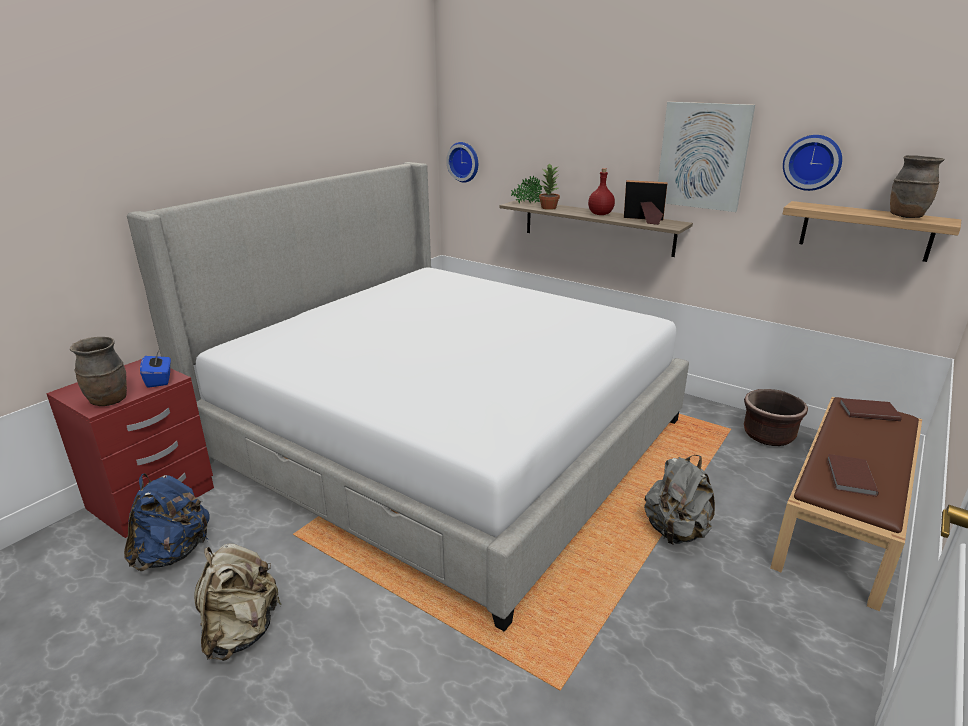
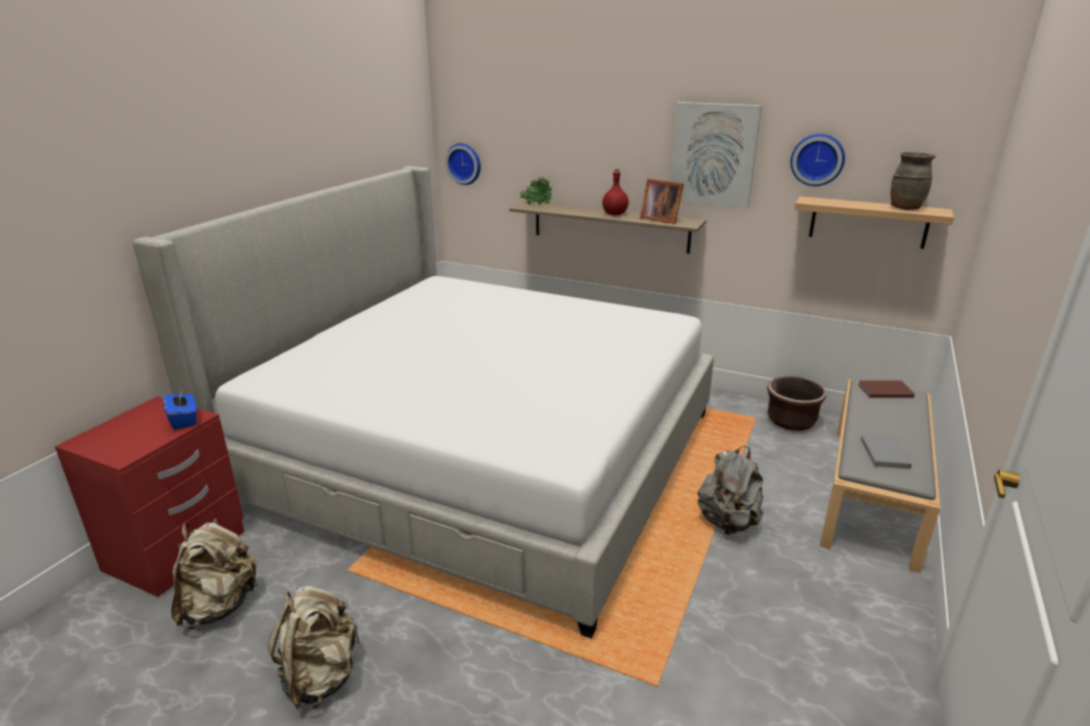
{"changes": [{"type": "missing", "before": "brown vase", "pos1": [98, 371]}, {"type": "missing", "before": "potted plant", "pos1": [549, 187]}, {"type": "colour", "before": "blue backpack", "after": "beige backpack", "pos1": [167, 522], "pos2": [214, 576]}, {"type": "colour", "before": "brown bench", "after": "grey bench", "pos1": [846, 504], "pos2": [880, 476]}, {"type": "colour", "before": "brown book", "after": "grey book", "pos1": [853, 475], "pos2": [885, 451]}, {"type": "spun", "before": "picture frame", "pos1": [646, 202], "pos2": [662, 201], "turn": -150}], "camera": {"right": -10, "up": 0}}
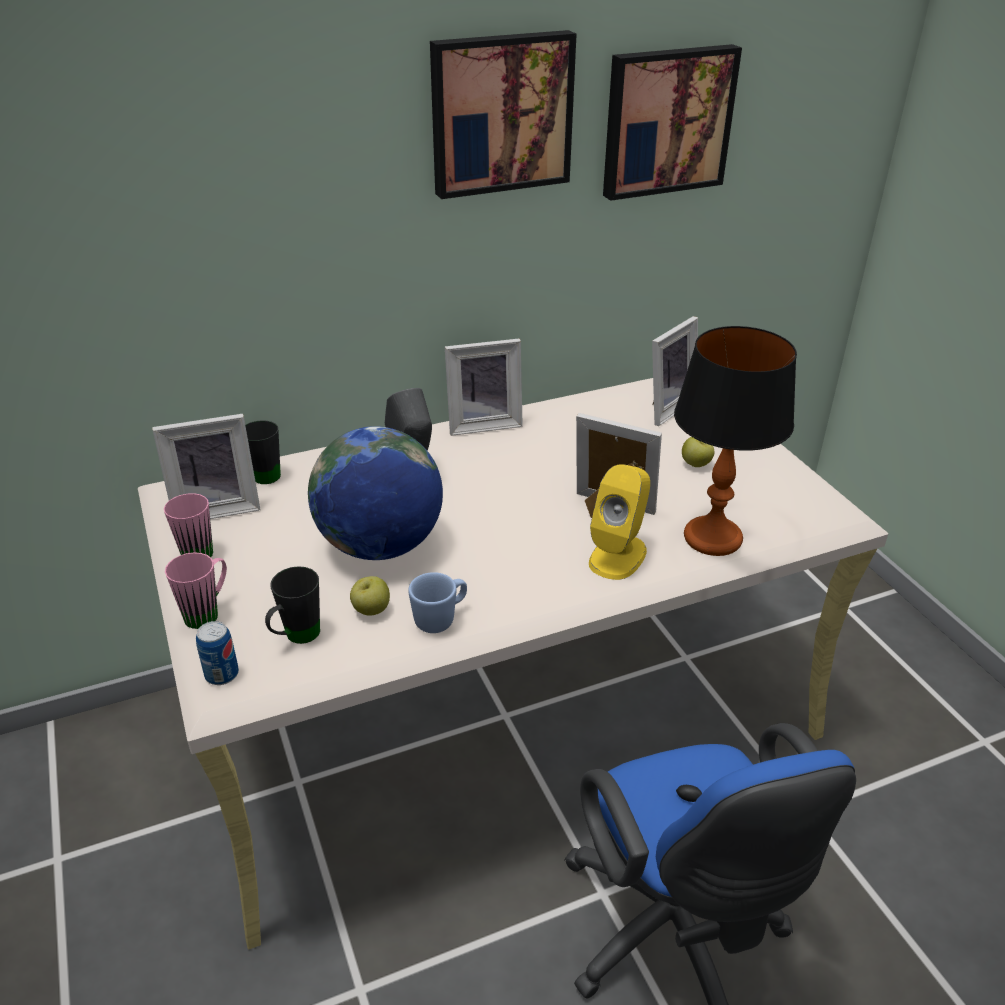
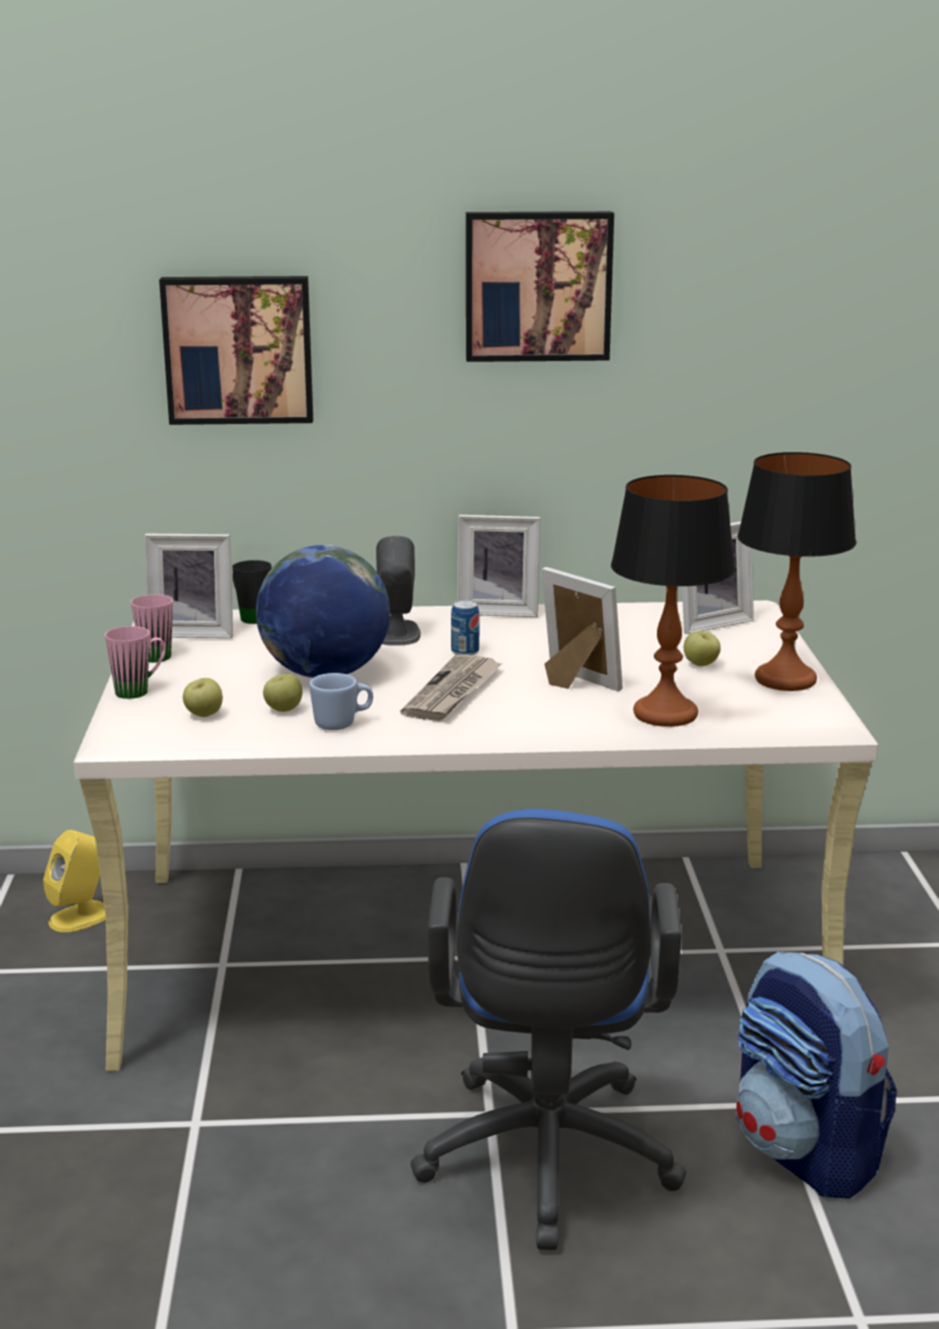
{"changes": [{"type": "appeared", "after": "newspaper", "pos2": [451, 688]}, {"type": "appeared", "after": "backpack", "pos2": [816, 1075]}, {"type": "appeared", "after": "table lamp", "pos2": [796, 571]}, {"type": "relocated", "before": "can", "pos1": [217, 653], "pos2": [465, 627]}, {"type": "relocated", "before": "yellow speaker", "pos1": [619, 522], "pos2": [74, 881]}, {"type": "relocated", "before": "picture", "pos1": [672, 122], "pos2": [236, 350]}, {"type": "exchanged", "before": "black mug", "after": "apple", "pos1": [292, 605], "pos2": [203, 697]}], "camera": {"right": 20, "up": -15}}
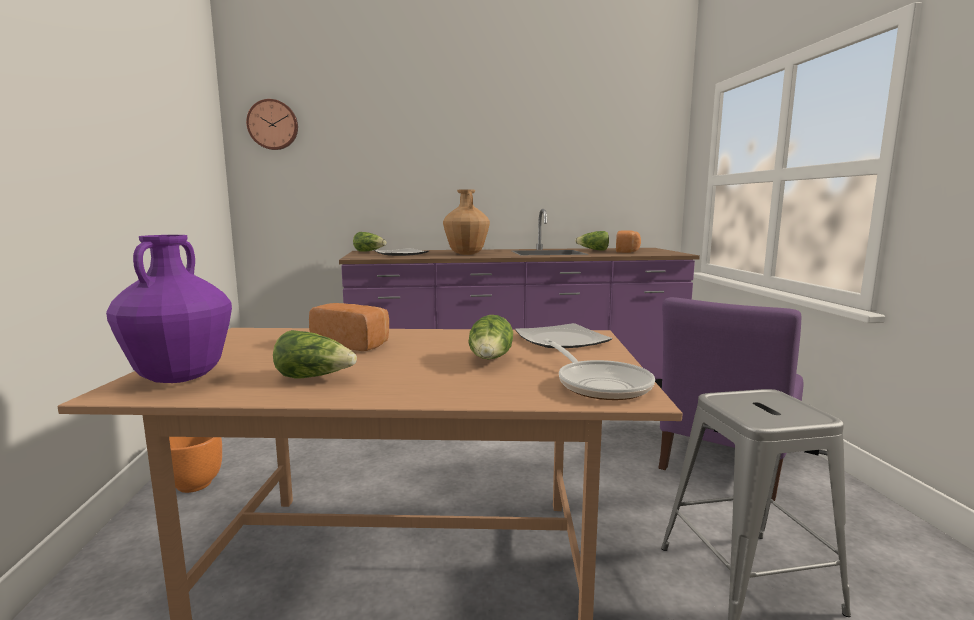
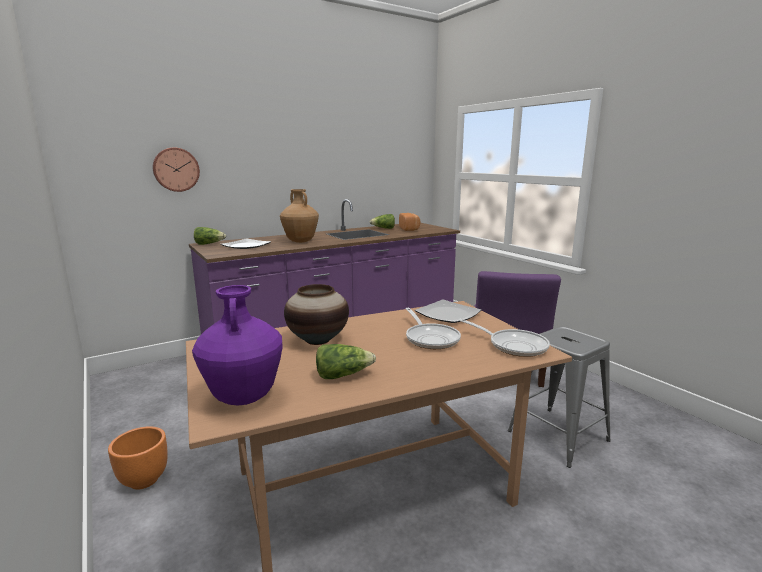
{"changes": [{"type": "relocated", "before": "wall clock", "pos1": [272, 124], "pos2": [176, 170]}, {"type": "exchanged", "before": "bread", "after": "vase", "pos1": [349, 327], "pos2": [316, 314]}, {"type": "exchanged", "before": "lettuce", "after": "frying pan", "pos1": [490, 337], "pos2": [433, 328]}], "camera": {"right": -25, "up": 5}}
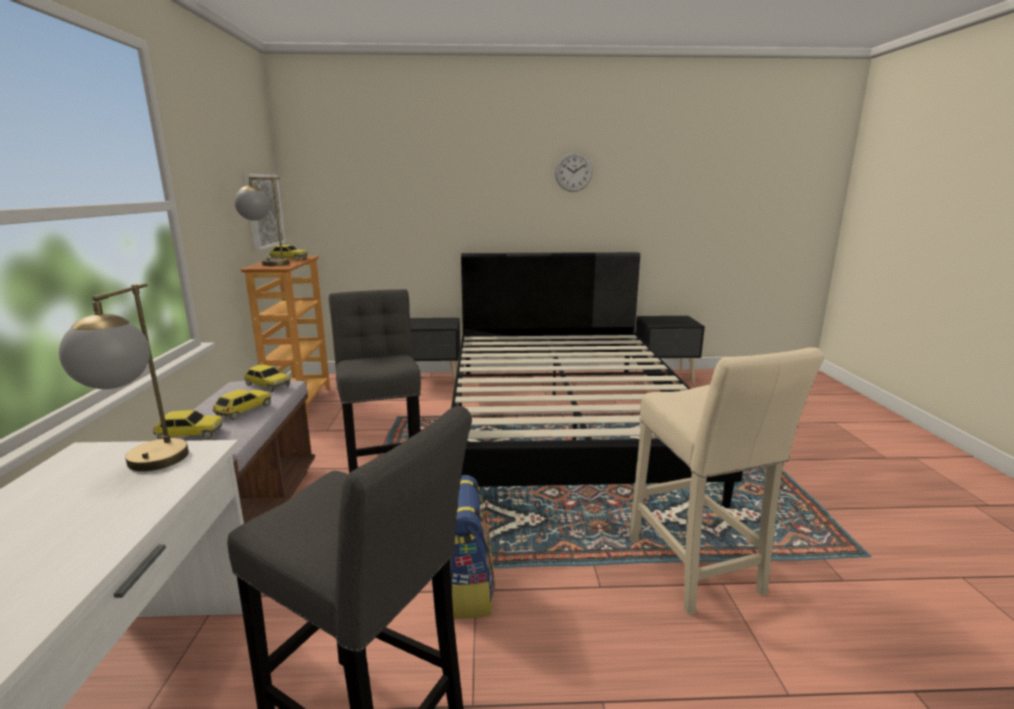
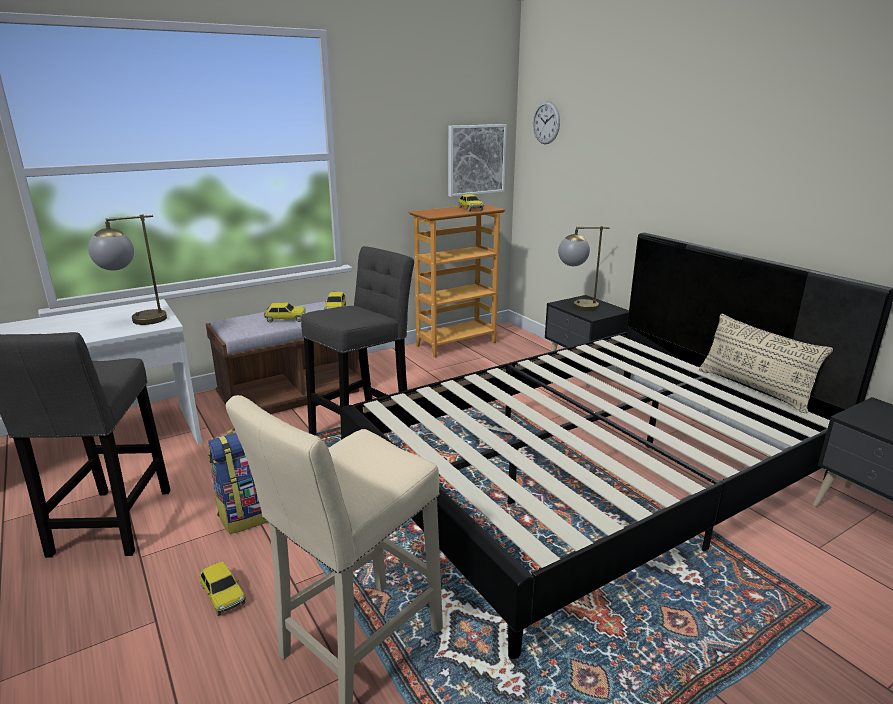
{"changes": [{"type": "appeared", "after": "beige pillow", "pos2": [766, 363]}, {"type": "relocated", "before": "toy car", "pos1": [188, 424], "pos2": [222, 589]}, {"type": "relocated", "before": "table lamp", "pos1": [262, 221], "pos2": [584, 268]}, {"type": "relocated", "before": "wall clock", "pos1": [574, 172], "pos2": [546, 122]}], "camera": {"right": 60, "up": 5}}
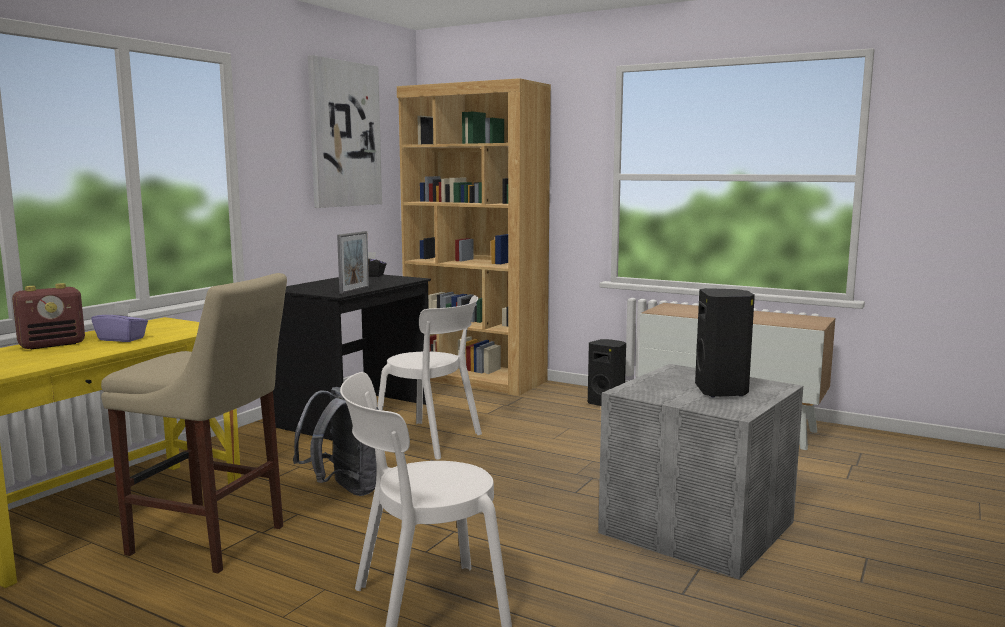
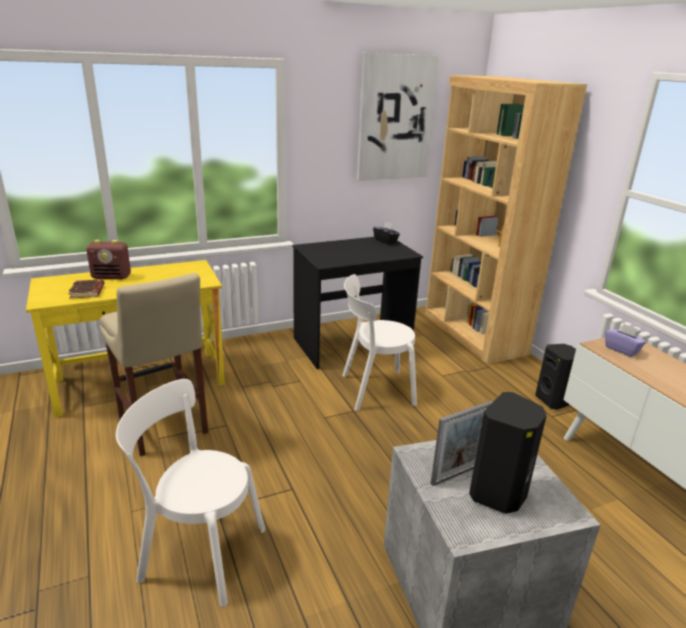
{"changes": [{"type": "missing", "before": "grey backpack", "pos1": [336, 441]}, {"type": "appeared", "after": "brown book", "pos2": [86, 289]}, {"type": "relocated", "before": "purple tissue box", "pos1": [119, 323], "pos2": [625, 340]}, {"type": "relocated", "before": "picture frame", "pos1": [353, 262], "pos2": [462, 443]}, {"type": "spun", "before": "white chair", "pos1": [429, 377], "pos2": [379, 342], "turn": 105}], "camera": {"right": 35, "up": 15}}
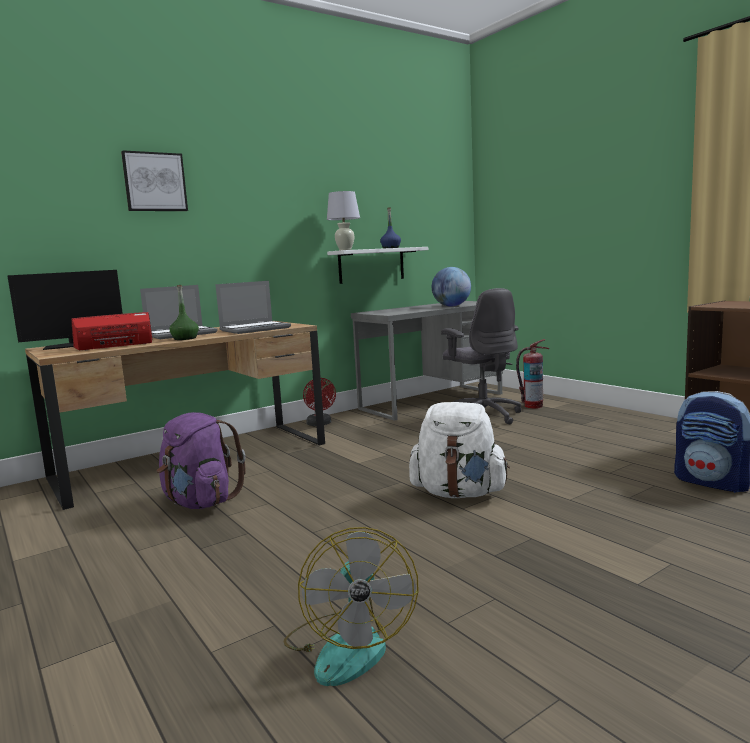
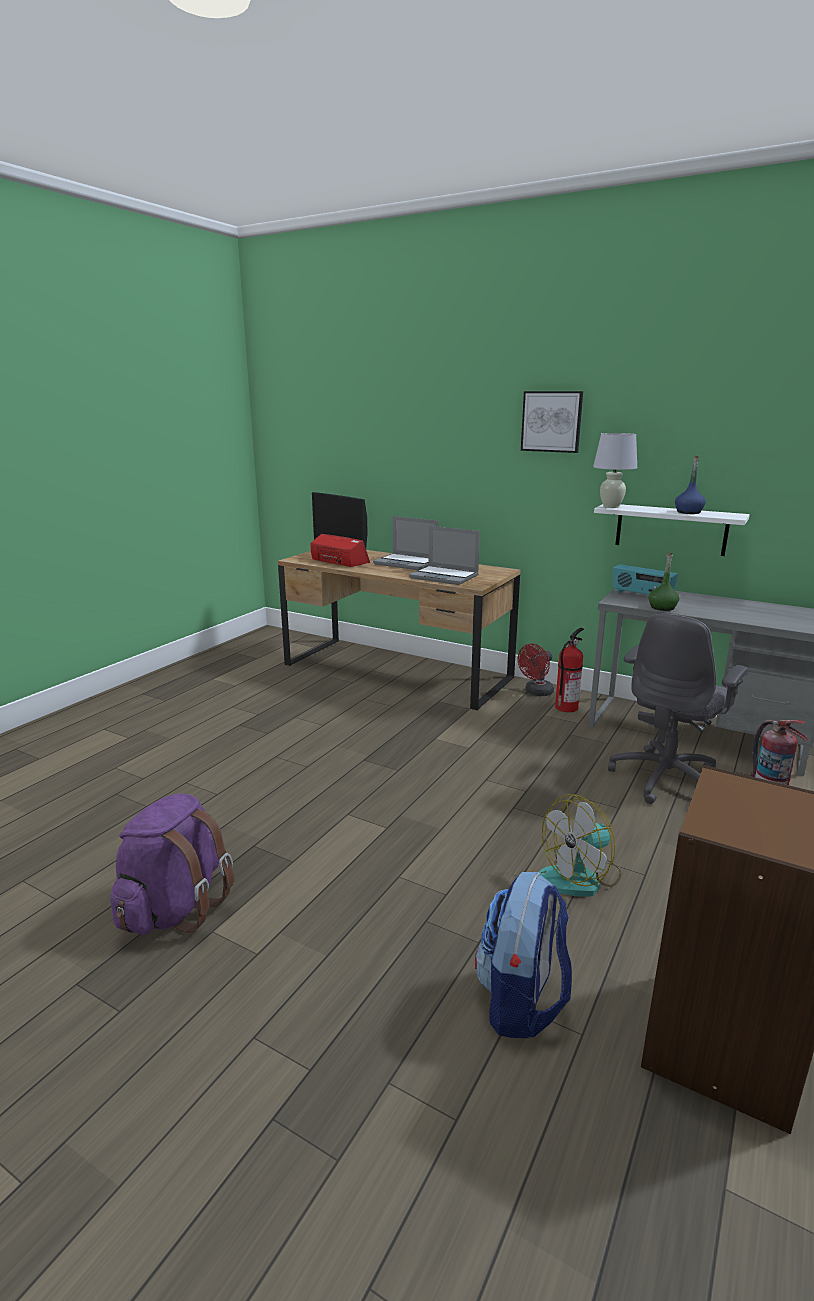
{"changes": [{"type": "missing", "before": "white backpack", "pos1": [459, 450]}, {"type": "missing", "before": "globe", "pos1": [451, 286]}, {"type": "appeared", "after": "fire extinguisher", "pos2": [569, 670]}, {"type": "appeared", "after": "radio", "pos2": [645, 579]}, {"type": "relocated", "before": "picture", "pos1": [154, 180], "pos2": [552, 422]}, {"type": "relocated", "before": "purple backpack", "pos1": [201, 460], "pos2": [172, 864]}, {"type": "relocated", "before": "green bottle", "pos1": [184, 312], "pos2": [664, 582]}, {"type": "relocated", "before": "fan", "pos1": [351, 606], "pos2": [580, 846]}], "camera": {"right": 65, "up": 10}}
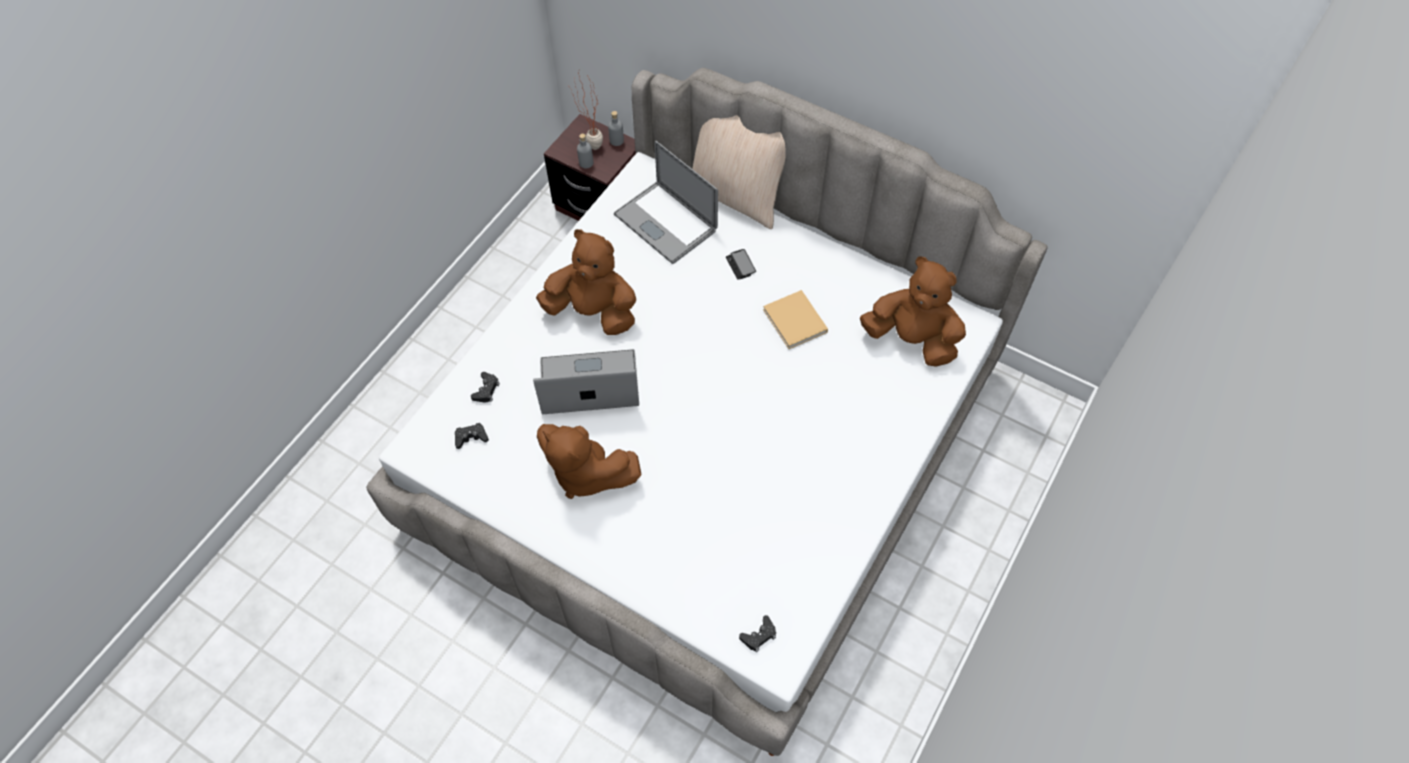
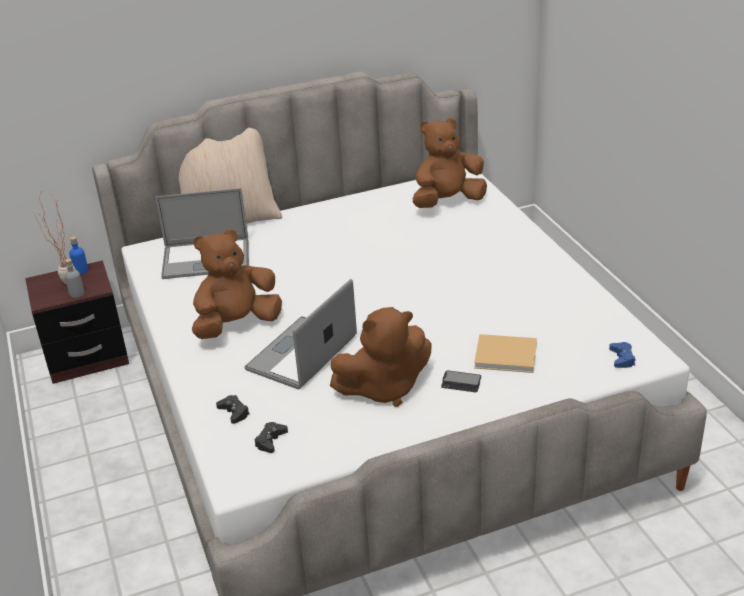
{"changes": [{"type": "relocated", "before": "phone", "pos1": [741, 264], "pos2": [461, 381]}, {"type": "relocated", "before": "beige book", "pos1": [795, 319], "pos2": [505, 353]}, {"type": "colour", "before": "grey bottle", "after": "blue bottle", "pos1": [616, 128], "pos2": [78, 255]}, {"type": "colour", "before": "black game controller", "after": "blue game controller", "pos1": [757, 633], "pos2": [622, 355]}], "camera": {"right": -50, "up": -25}}
